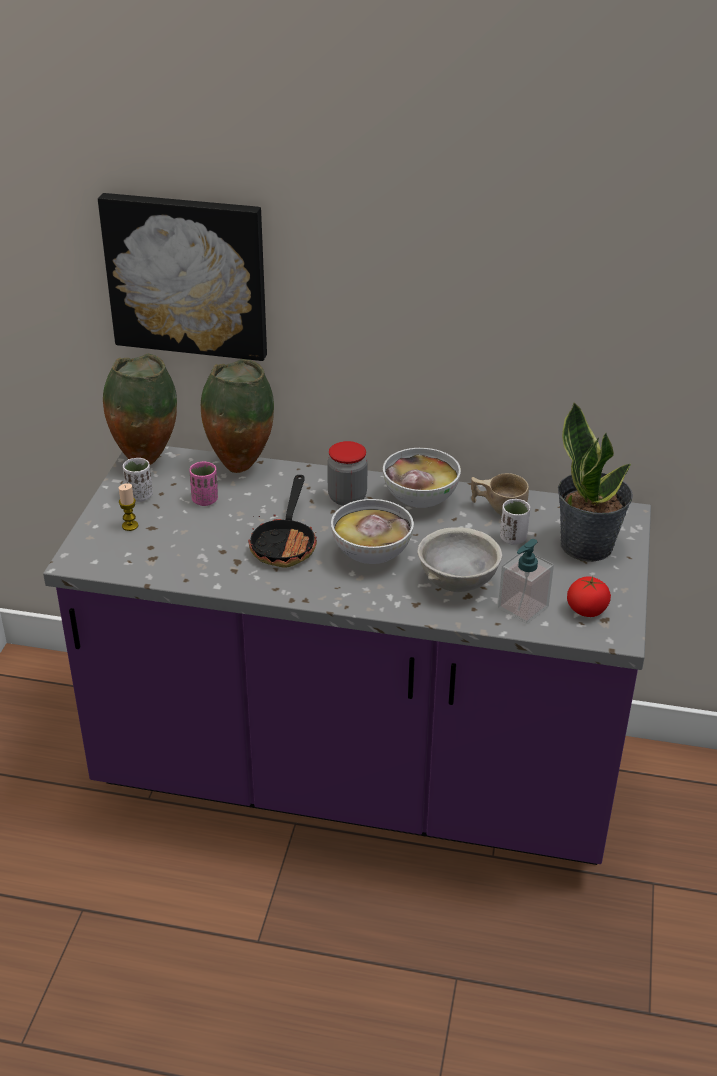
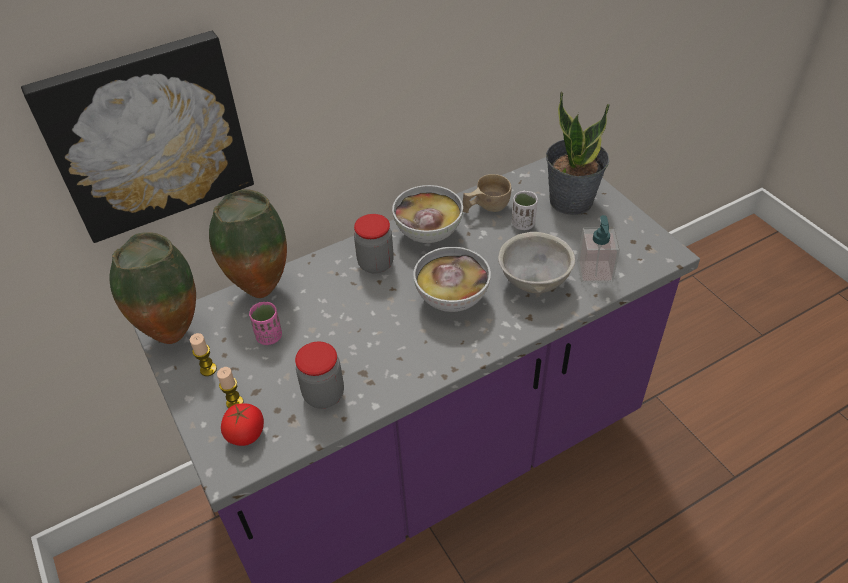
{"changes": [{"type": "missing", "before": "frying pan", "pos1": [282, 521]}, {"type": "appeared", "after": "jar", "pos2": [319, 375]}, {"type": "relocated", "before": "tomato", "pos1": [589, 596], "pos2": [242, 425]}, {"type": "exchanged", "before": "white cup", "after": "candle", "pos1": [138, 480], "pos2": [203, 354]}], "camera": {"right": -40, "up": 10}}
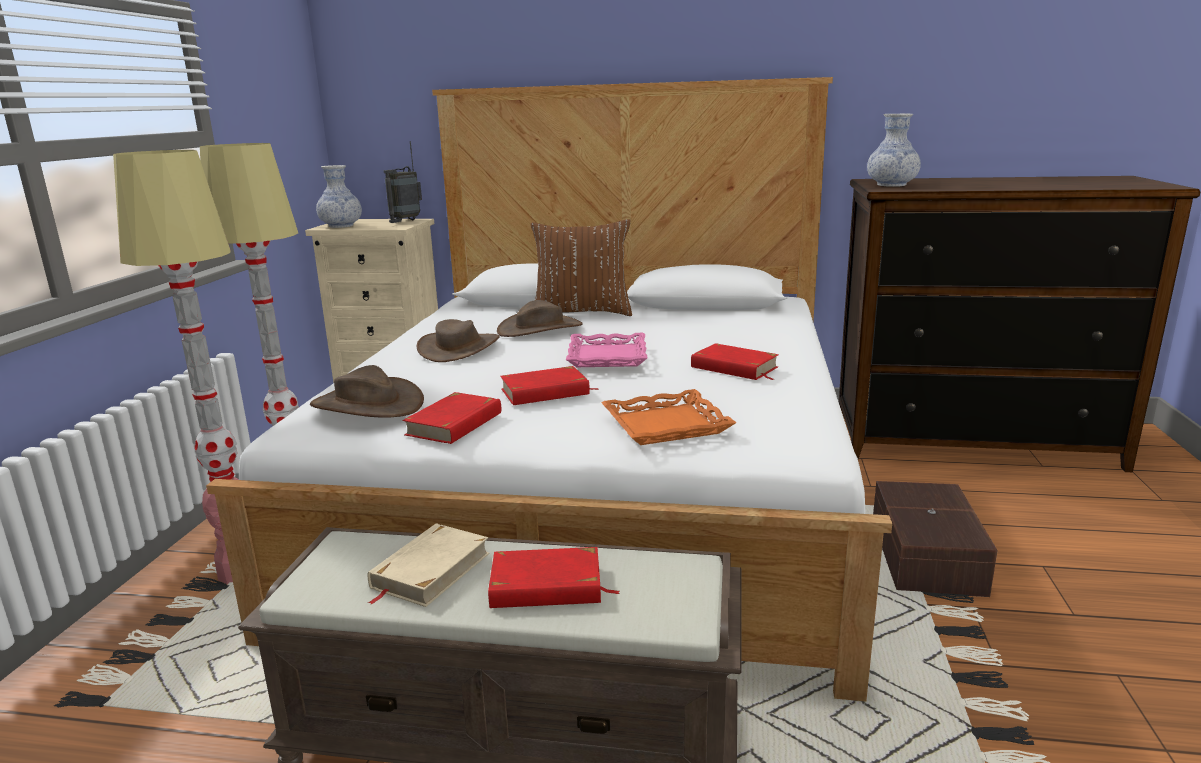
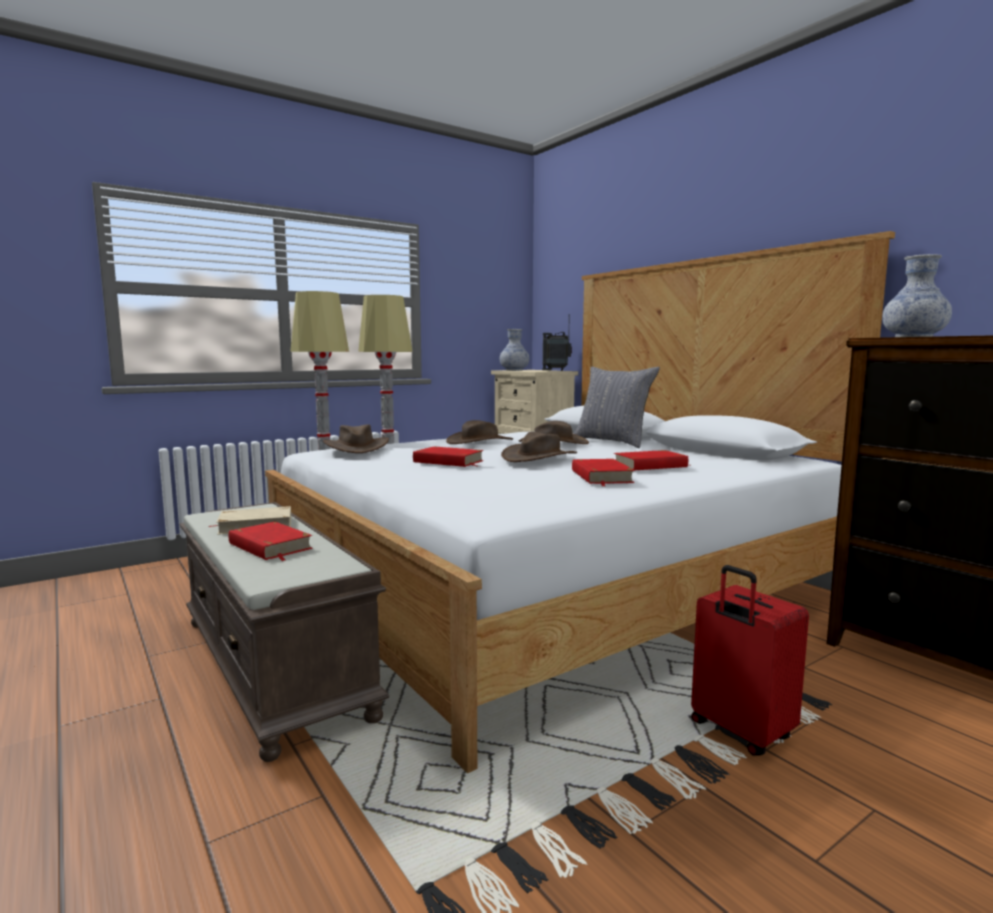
{"changes": [{"type": "missing", "before": "orange tray", "pos1": [668, 417]}, {"type": "relocated", "before": "red book", "pos1": [451, 418], "pos2": [651, 460]}, {"type": "exchanged", "before": "pink tray", "after": "brown hat", "pos1": [606, 350], "pos2": [539, 447]}, {"type": "exchanged", "before": "brown storage box", "after": "red suitcase", "pos1": [935, 539], "pos2": [750, 660]}, {"type": "colour", "before": "brown pillow", "after": "grey pillow", "pos1": [581, 267], "pos2": [616, 407]}], "camera": {"right": 45, "up": -10}}
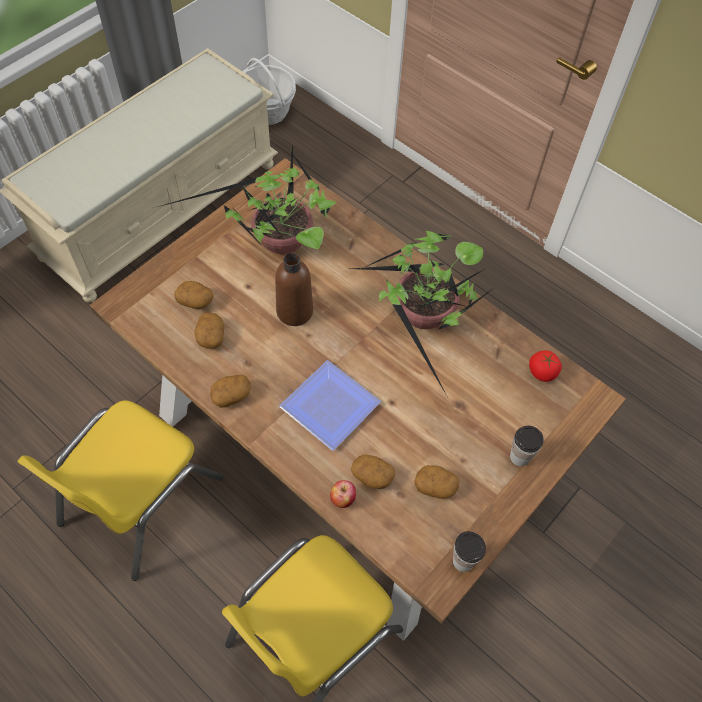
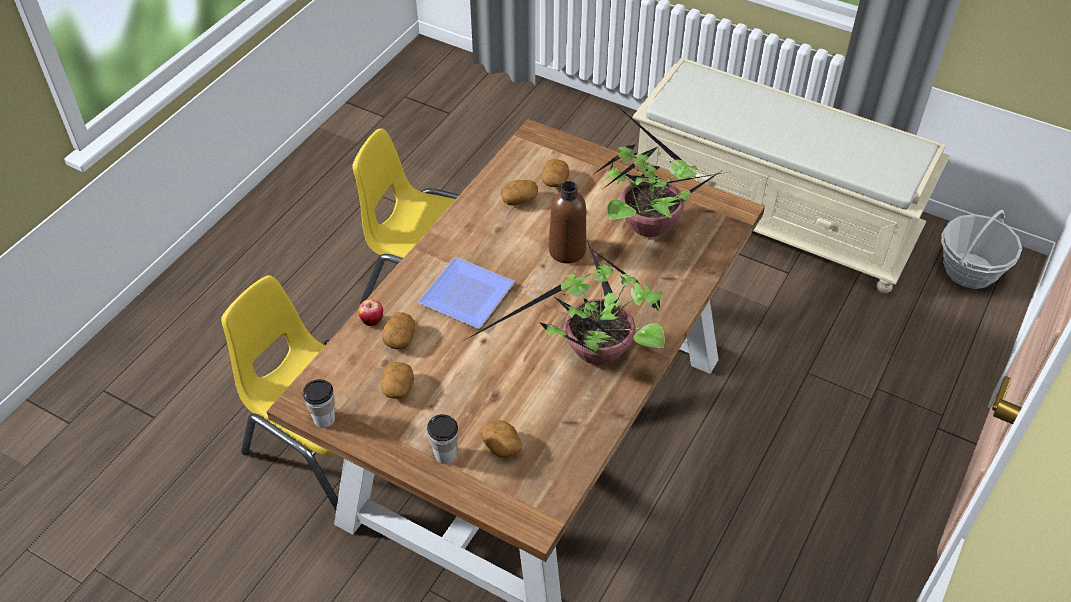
{"changes": [{"type": "missing", "before": "tomato", "pos1": [545, 366]}, {"type": "relocated", "before": "potato", "pos1": [230, 391], "pos2": [501, 439]}], "camera": {"right": 80, "up": -10}}
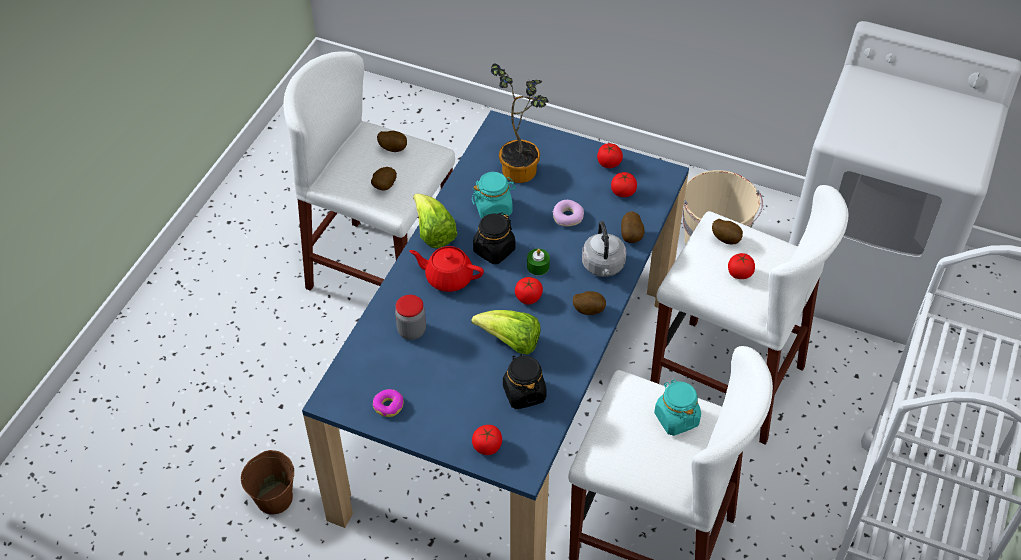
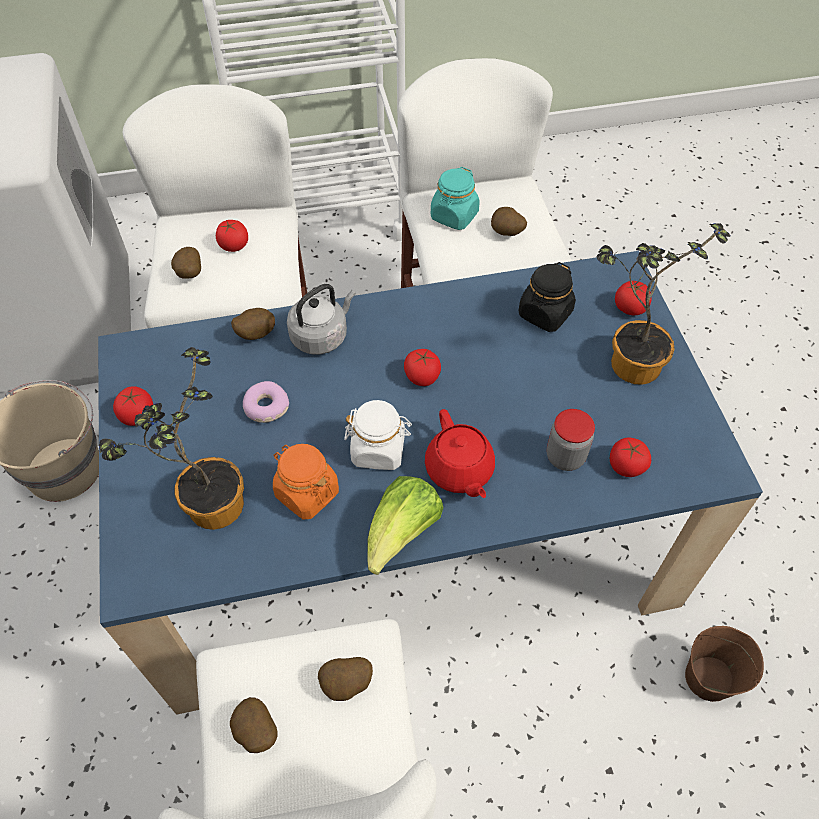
{"changes": [{"type": "missing", "before": "donut", "pos1": [388, 403]}, {"type": "missing", "before": "lettuce", "pos1": [506, 332]}, {"type": "missing", "before": "green candle", "pos1": [538, 262]}, {"type": "appeared", "after": "potted plant", "pos2": [663, 304]}, {"type": "relocated", "before": "potato", "pos1": [589, 303], "pos2": [509, 221]}, {"type": "relocated", "before": "tomato", "pos1": [624, 184], "pos2": [630, 457]}, {"type": "colour", "before": "turquoise jar", "after": "orange jar", "pos1": [494, 195], "pos2": [306, 481]}, {"type": "colour", "before": "black jar", "after": "white jar", "pos1": [494, 238], "pos2": [378, 435]}], "camera": {"right": -125, "up": 5}}
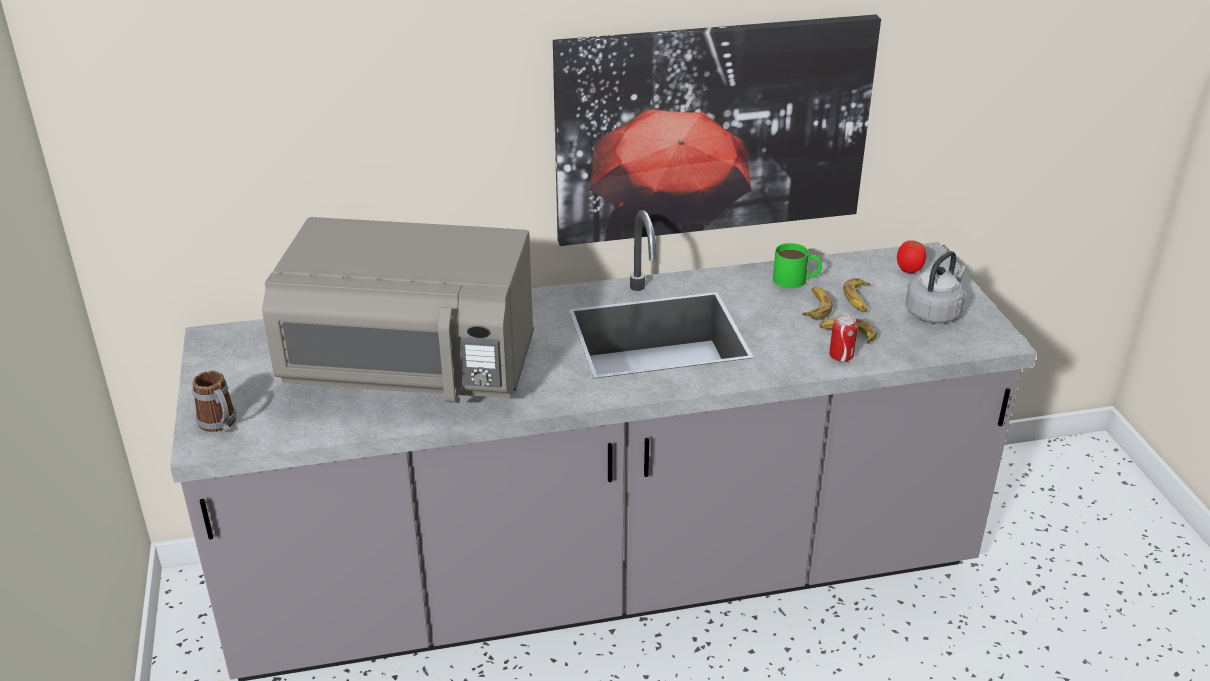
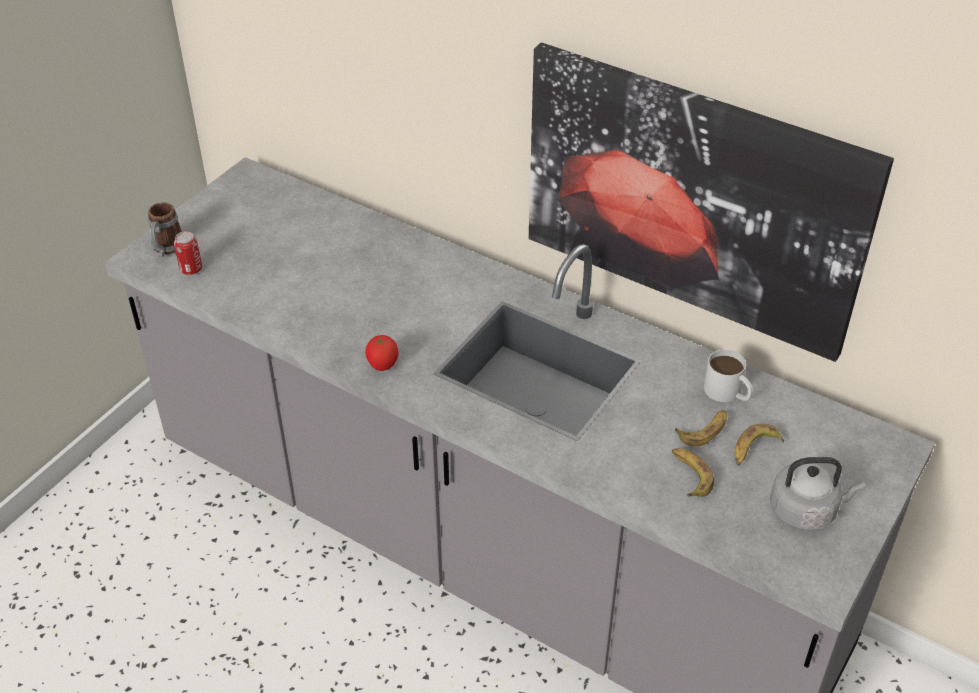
{"changes": [{"type": "missing", "before": "grey microwave", "pos1": [398, 310]}, {"type": "relocated", "before": "can", "pos1": [843, 338], "pos2": [188, 253]}, {"type": "relocated", "before": "tomato", "pos1": [911, 256], "pos2": [382, 353]}, {"type": "colour", "before": "green mug", "after": "white mug", "pos1": [797, 265], "pos2": [728, 375]}], "camera": {"right": 45, "up": 10}}
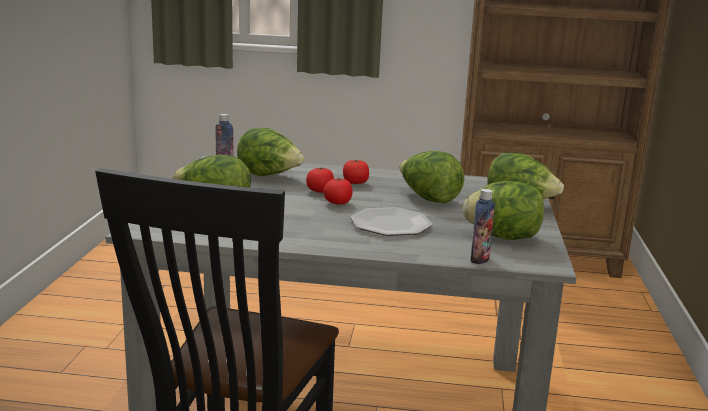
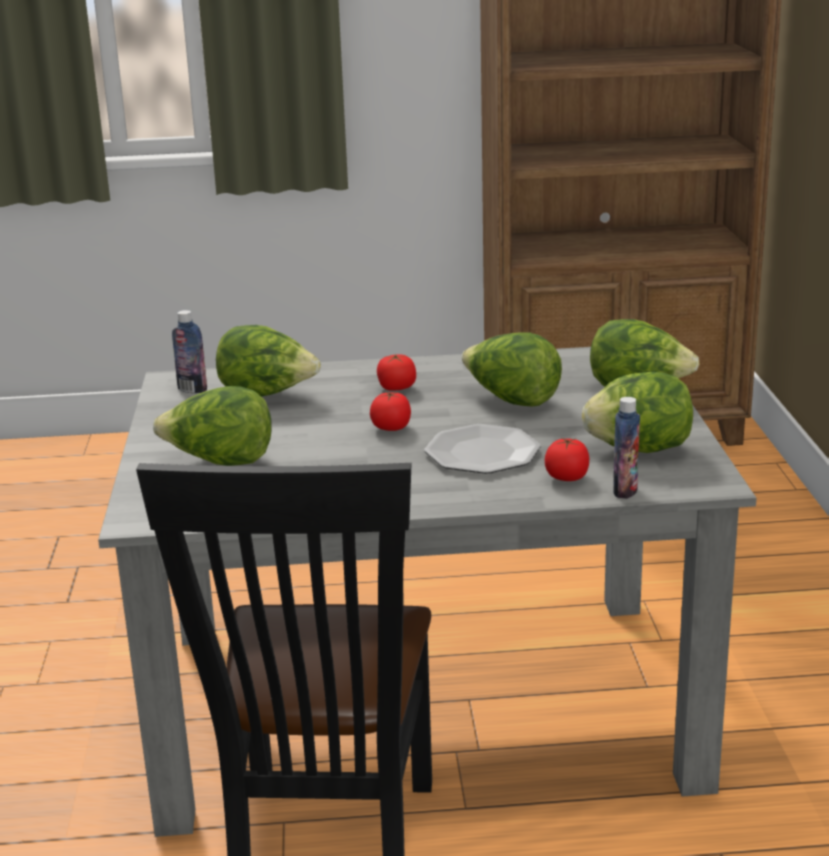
{"changes": [{"type": "relocated", "before": "tomato", "pos1": [320, 180], "pos2": [567, 459]}], "camera": {"right": -10, "up": 5}}
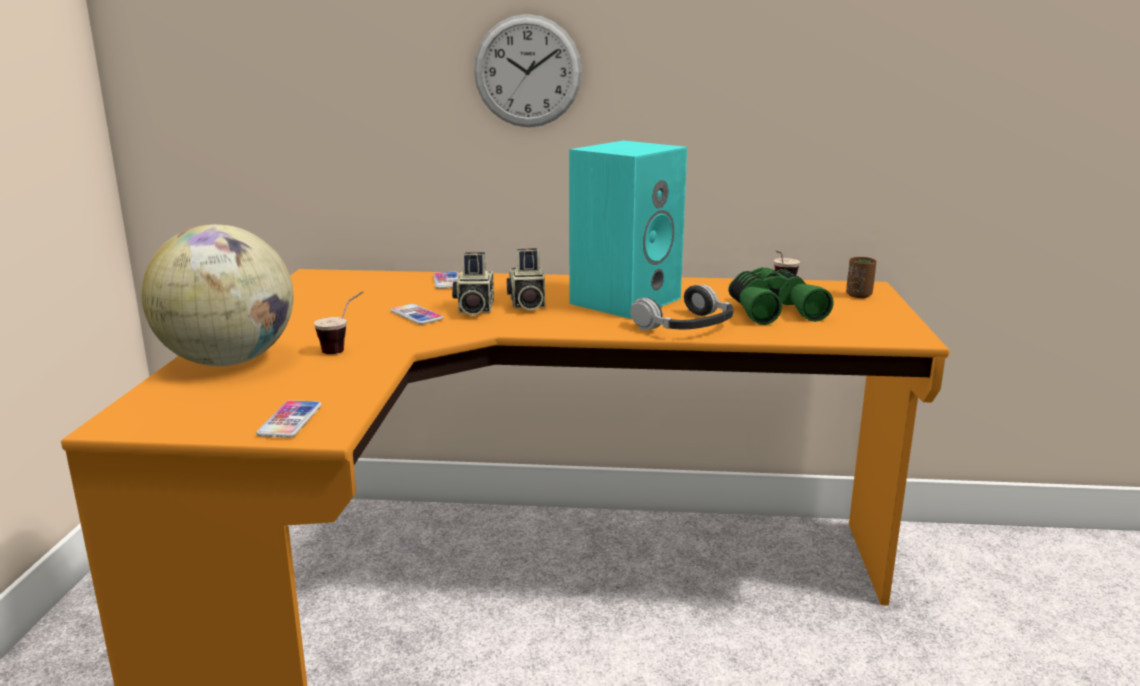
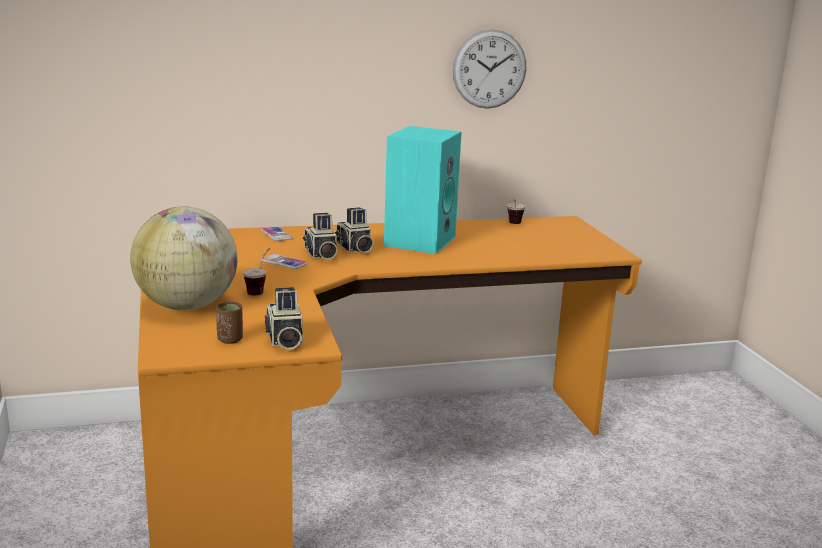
{"changes": [{"type": "missing", "before": "headphones", "pos1": [681, 307]}, {"type": "missing", "before": "green binoculars", "pos1": [780, 296]}, {"type": "relocated", "before": "wall clock", "pos1": [528, 70], "pos2": [489, 69]}, {"type": "relocated", "before": "brown cup", "pos1": [861, 277], "pos2": [229, 323]}, {"type": "exchanged", "before": "phone", "after": "photo camera", "pos1": [289, 419], "pos2": [284, 318]}], "camera": {"right": -20, "up": 0}}
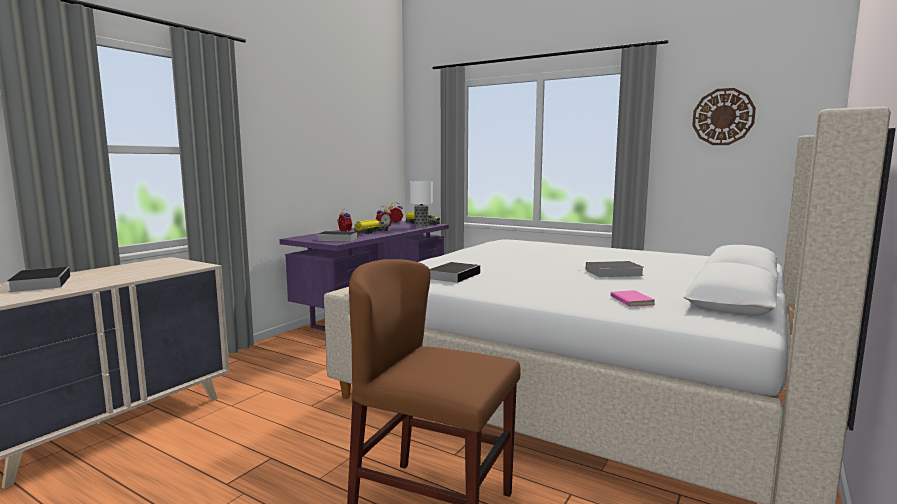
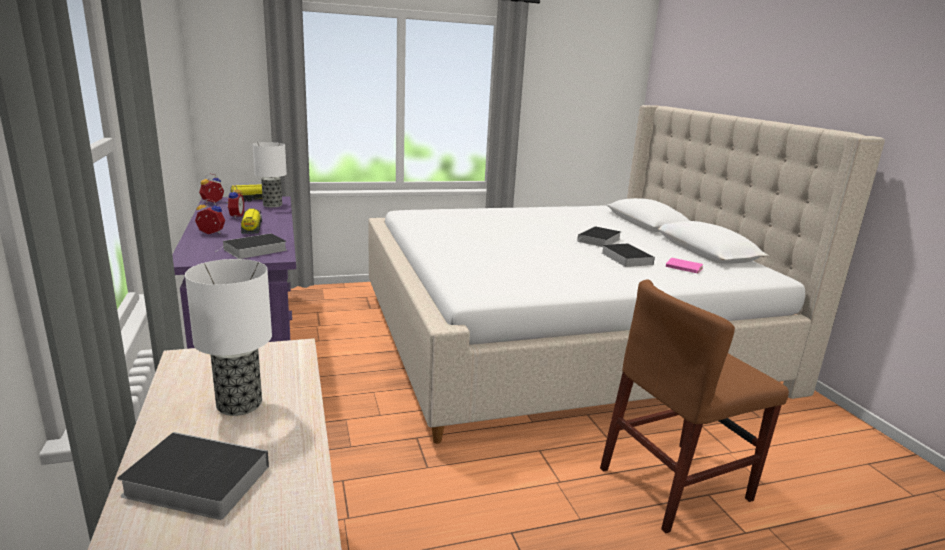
{"changes": [{"type": "missing", "before": "wall clock", "pos1": [724, 116]}, {"type": "appeared", "after": "table lamp", "pos2": [228, 337]}, {"type": "relocated", "before": "book", "pos1": [455, 272], "pos2": [628, 255]}], "camera": {"right": -50, "up": 10}}
